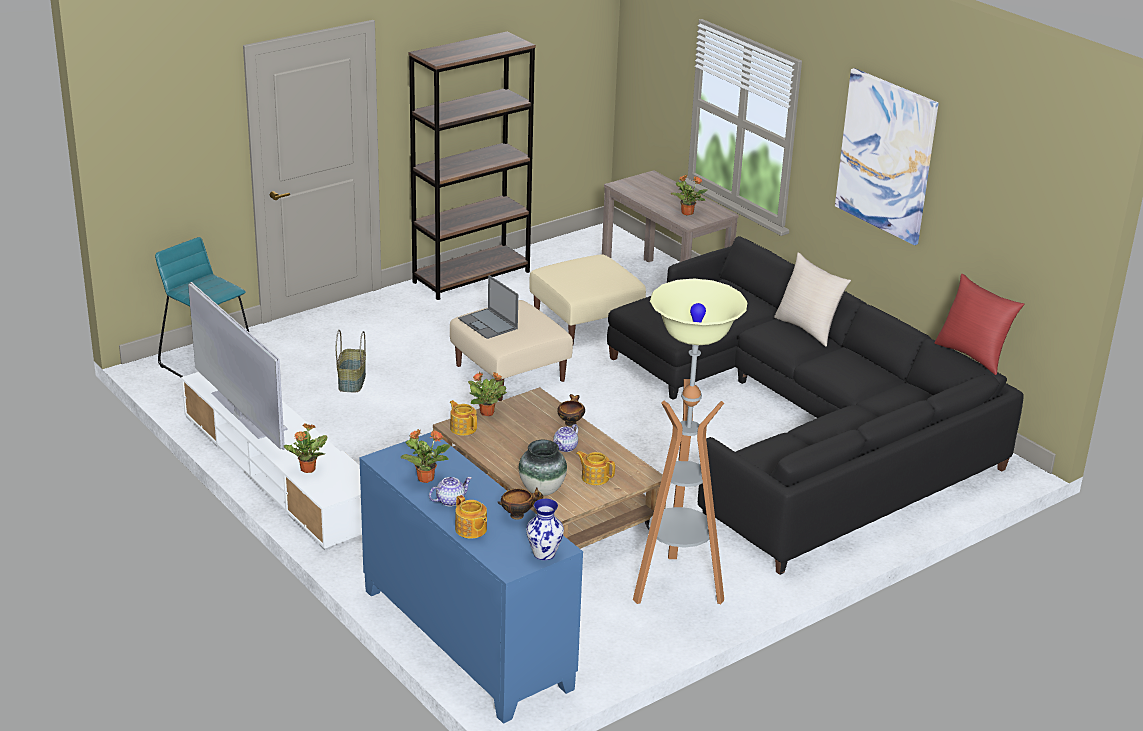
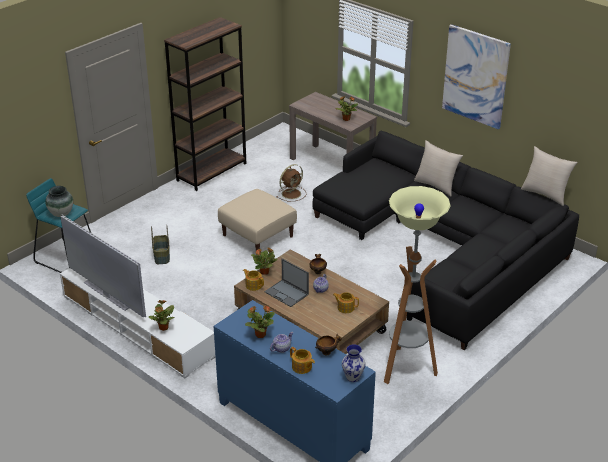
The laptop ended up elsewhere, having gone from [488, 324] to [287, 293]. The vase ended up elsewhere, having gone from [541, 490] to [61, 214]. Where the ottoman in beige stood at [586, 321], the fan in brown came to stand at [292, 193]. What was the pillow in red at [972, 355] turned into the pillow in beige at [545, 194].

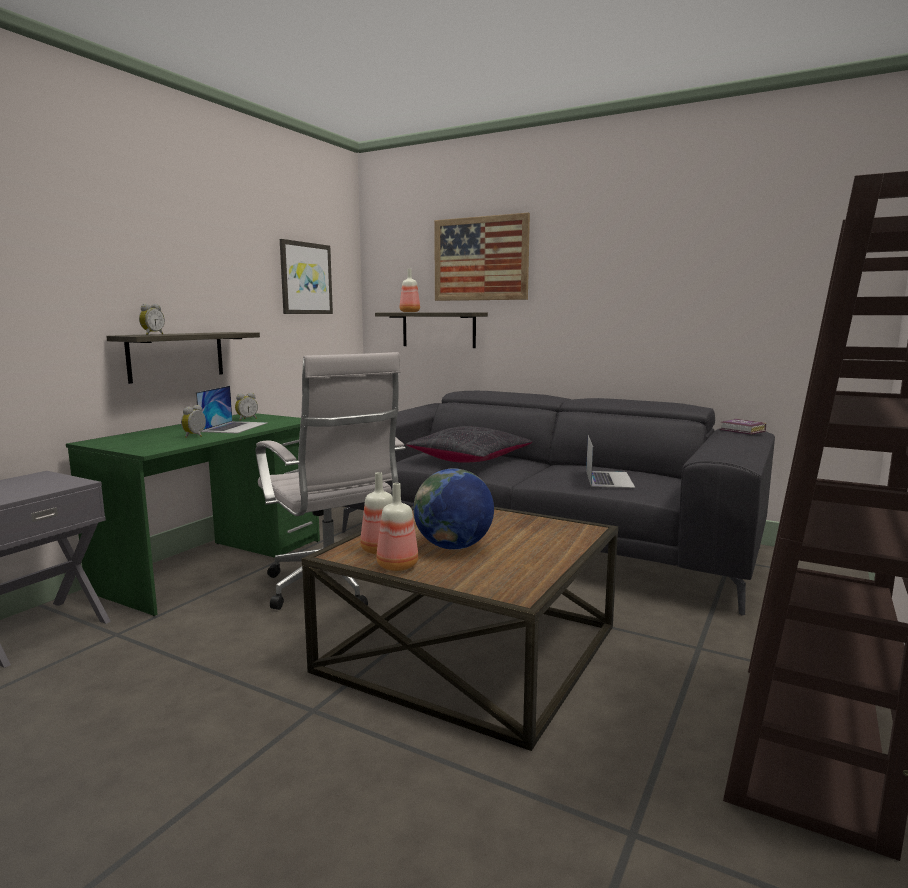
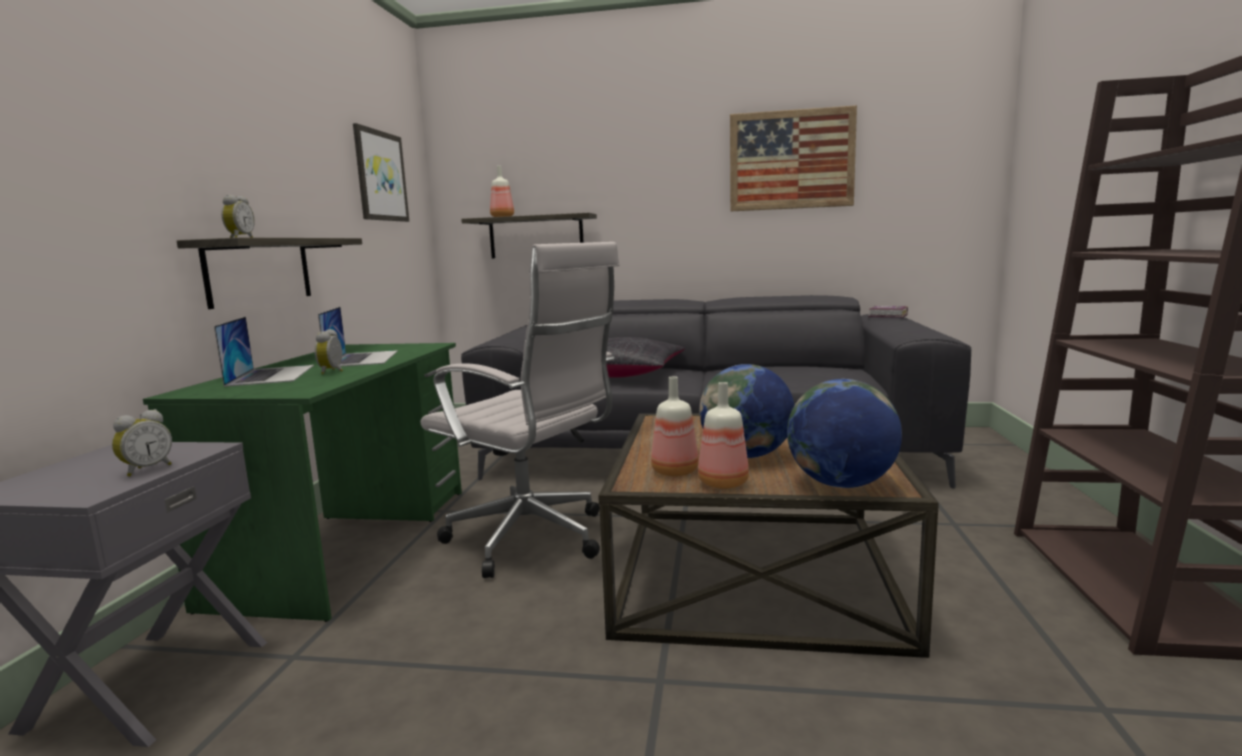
The alarm clock ended up elsewhere, having gone from [246, 419] to [146, 469]. The picture ended up elsewhere, having gone from [480, 259] to [791, 160]. The laptop ended up elsewhere, having gone from [609, 479] to [271, 375]. The second view gained the globe at [841, 484].

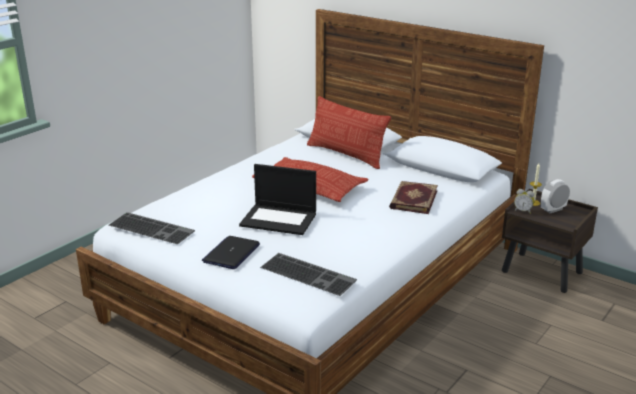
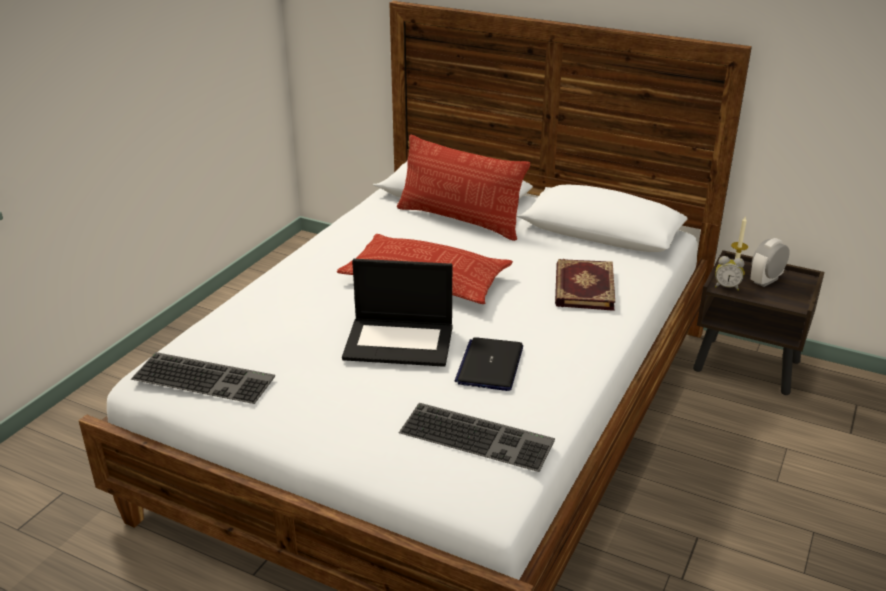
The laptop ended up elsewhere, having gone from [231, 253] to [490, 365].

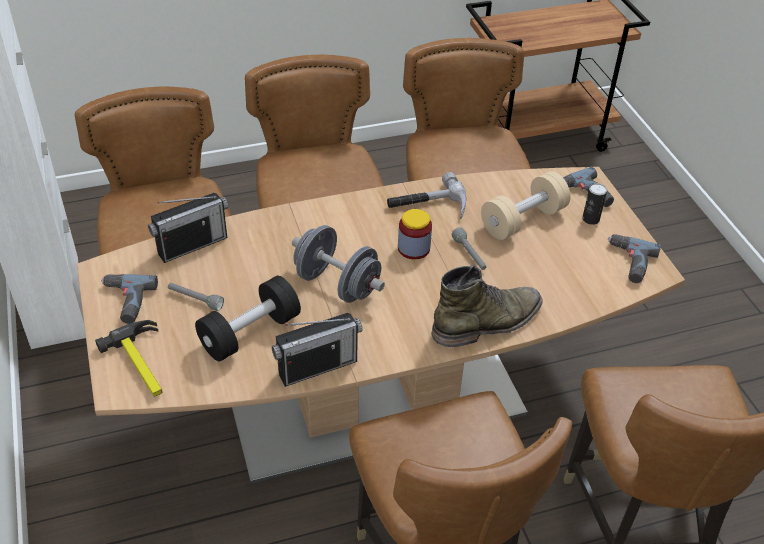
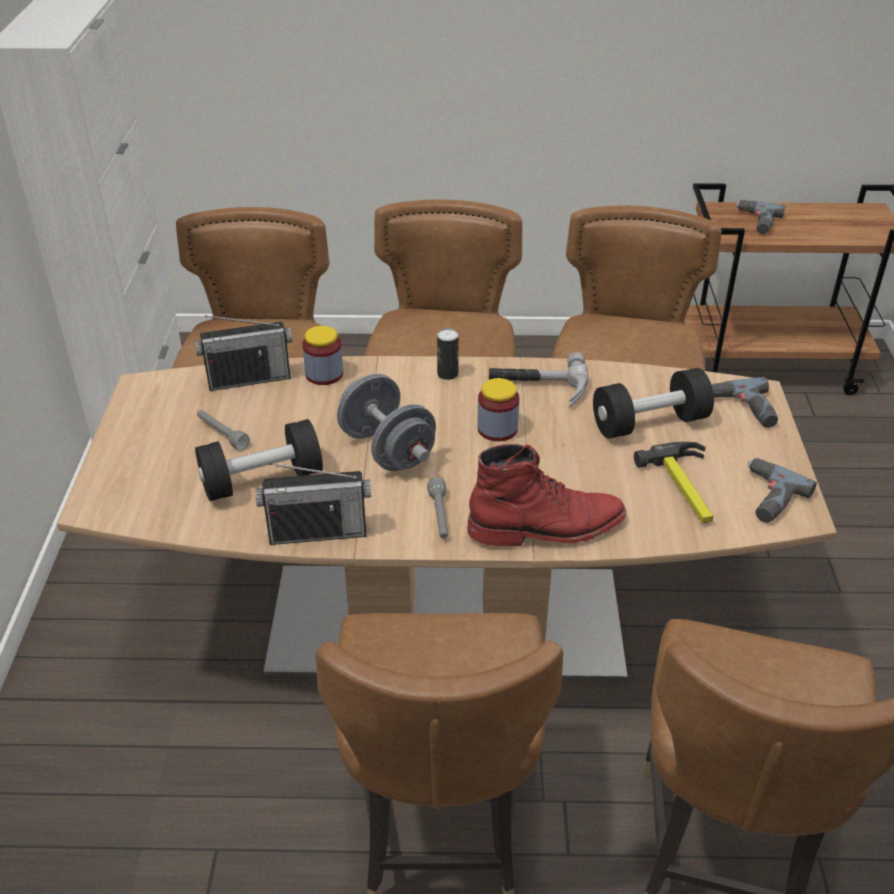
The hammer ended up elsewhere, having gone from [143, 364] to [687, 488]. The power drill ended up elsewhere, having gone from [125, 302] to [756, 222]. What was the boot in green at [487, 322] turned into the boot in red at [547, 527]. The flashlight in grey ended up elsewhere, having gone from [469, 255] to [440, 516]. What was the dumbbell in beige at [523, 220] turned into the dumbbell in black at [649, 423]. The can ended up elsewhere, having gone from [590, 219] to [447, 374]. The second view gained the jar at [324, 374].

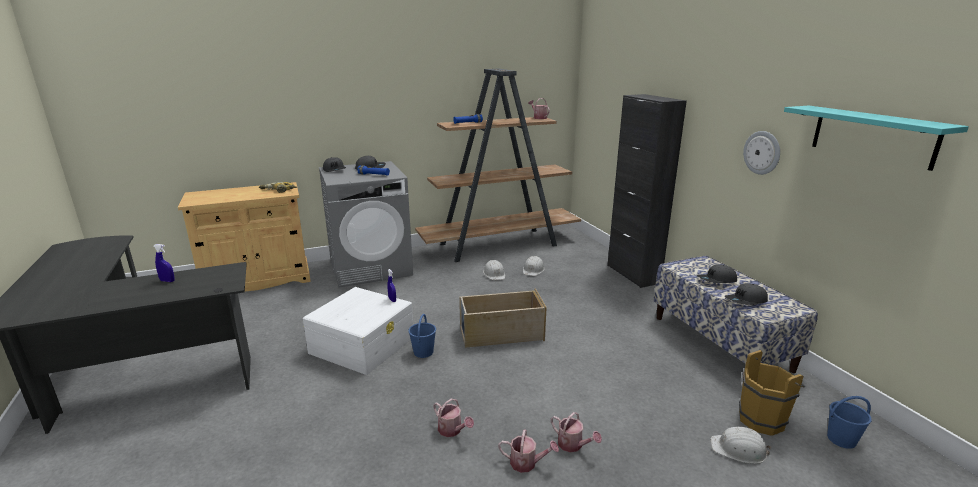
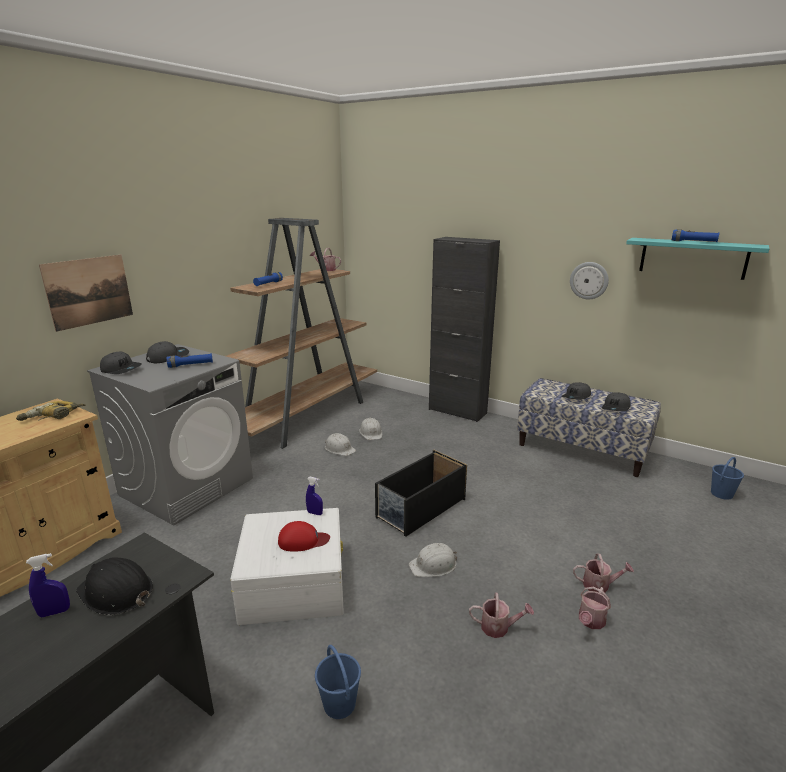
The bucket in blue ended up elsewhere, having gone from [423, 352] to [339, 704]. What was the storage box in beige at [500, 334] turned into the storage box in black at [420, 508]. The watering can at [527, 463] ended up facing another way, 150 degrees clockwise from before. The hard hat in white ended up elsewhere, having gone from [739, 449] to [434, 565]. The second view lost the bucket in brown at [764, 419]. The second view gained the picture at [89, 291]. The second view gained the hard hat in black at [116, 592]. The second view gained the cap in red at [303, 540]. The second view gained the flashlight in blue at [693, 242].

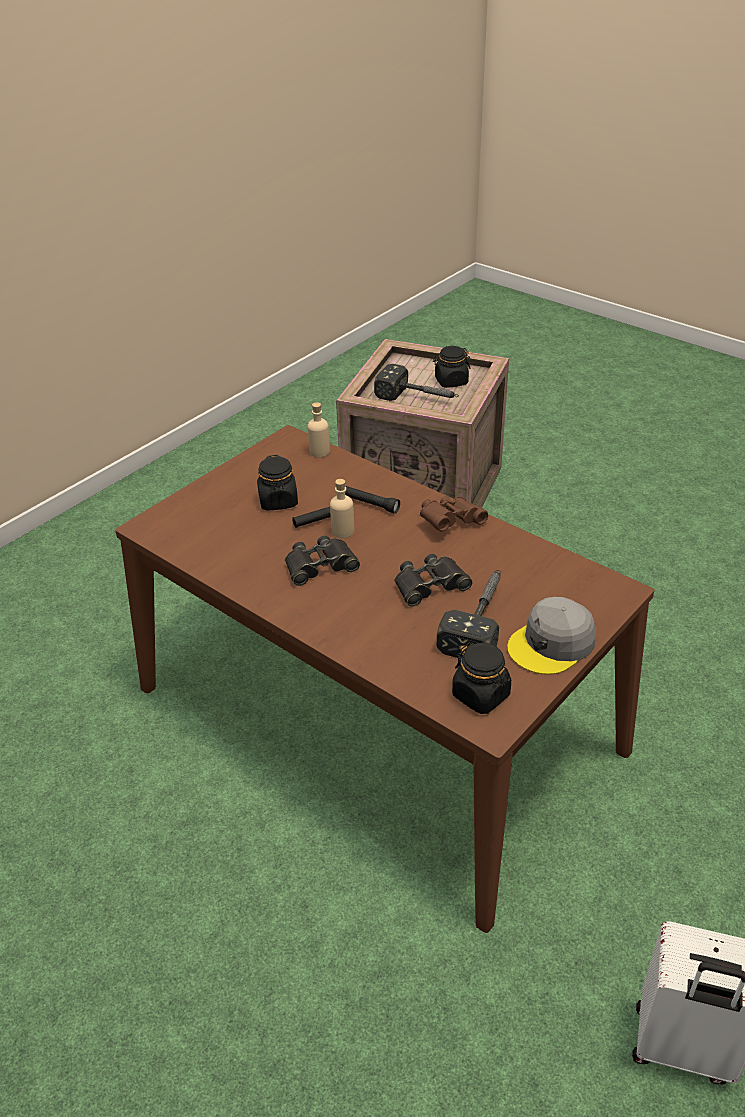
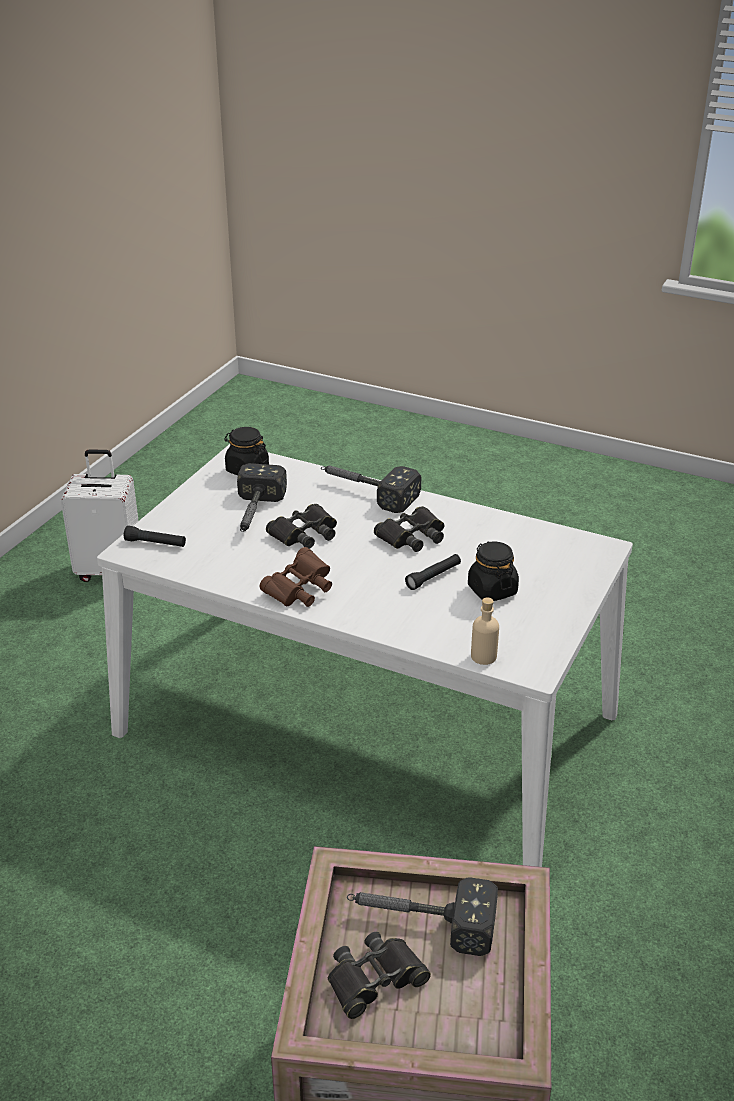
What was the dining table in brown at [376, 718] turned into the dining table in white at [366, 724]. The second view lost the bottle in beige at [343, 531]. The flashlight in black ended up elsewhere, having gone from [370, 504] to [155, 543]. Where the jar in black stood at [451, 381], the binoculars in black came to stand at [375, 979]. The second view lost the cap in grey at [552, 644]. The second view gained the hammer at [365, 491].

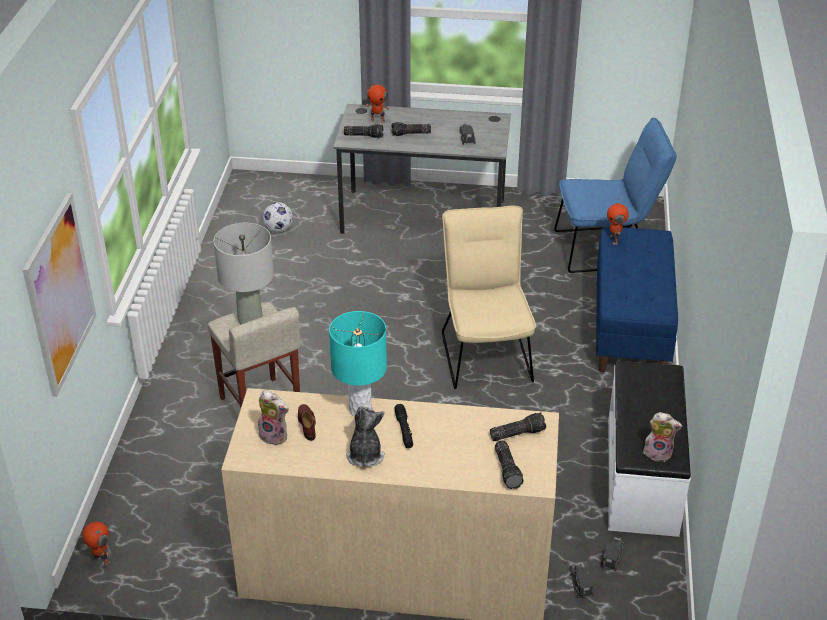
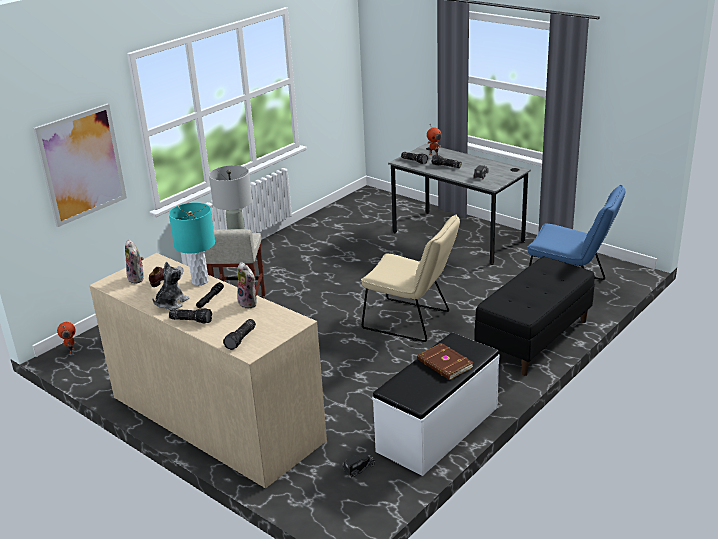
The second view lost the football at [278, 229]. The chair in beige at [485, 352] ended up facing another way, 90 degrees clockwise from before. The flashlight ended up elsewhere, having gone from [517, 433] to [191, 320]. The second view lost the toy truck at [580, 585]. What was the bench in blue at [631, 328] turned into the bench in black at [534, 339]. The second view lost the toy robot at [614, 240]. The plush toy ended up elsewhere, having gone from [658, 452] to [249, 303]. The second view gained the book in brown at [444, 364].

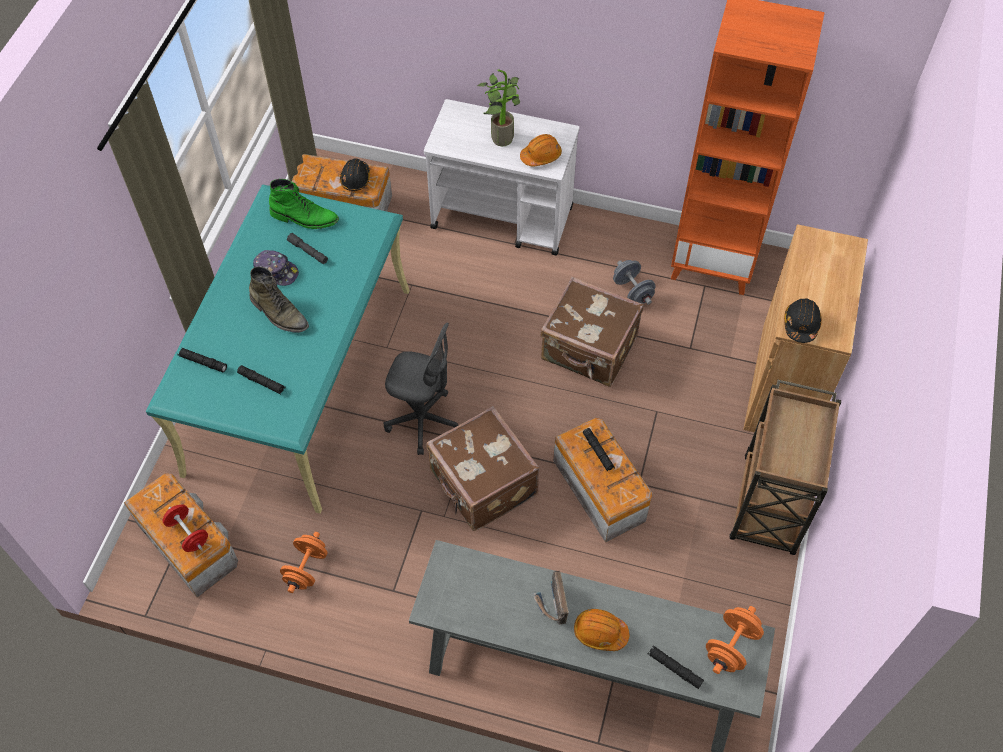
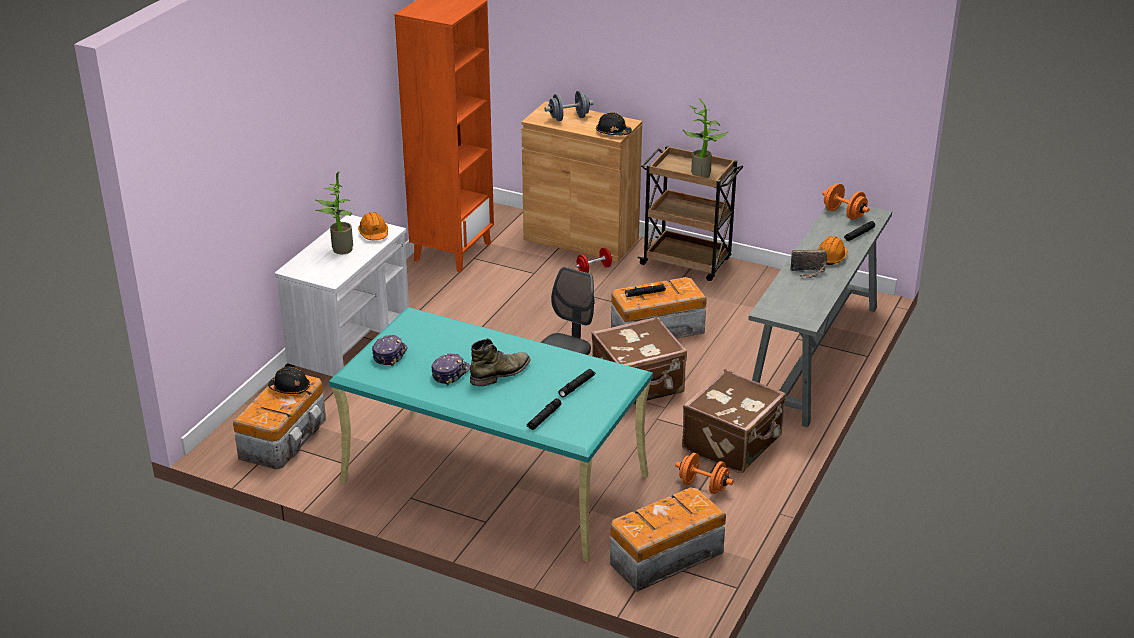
The dumbbell in red ended up elsewhere, having gone from [188, 533] to [594, 269]. Where the boot in green stood at [304, 218], the cap came to stand at [389, 354]. The second view lost the flashlight in grey at [308, 251]. The suitcase in brown ended up elsewhere, having gone from [589, 350] to [733, 444]. The dumbbell in grey ended up elsewhere, having gone from [632, 291] to [569, 118]. The second view gained the potted plant at [703, 174].

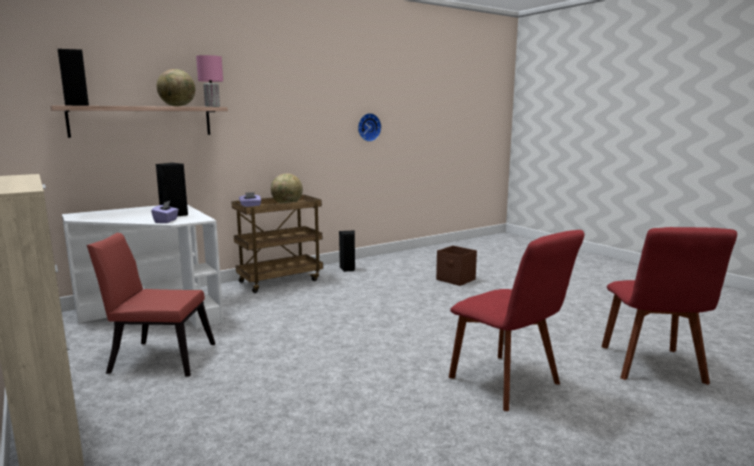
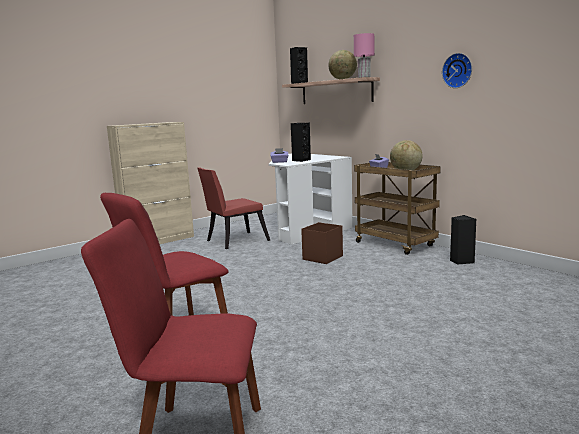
The chair in red at [158, 357] ended up facing another way, 120 degrees counterclockwise from before. The wall clock ended up elsewhere, having gone from [368, 127] to [458, 70]. The storage box in brown ended up elsewhere, having gone from [456, 280] to [322, 258].

